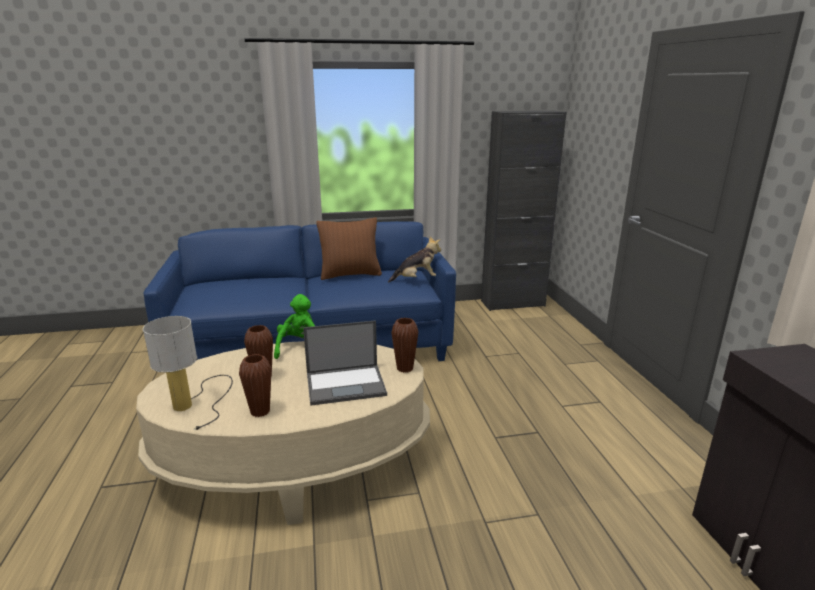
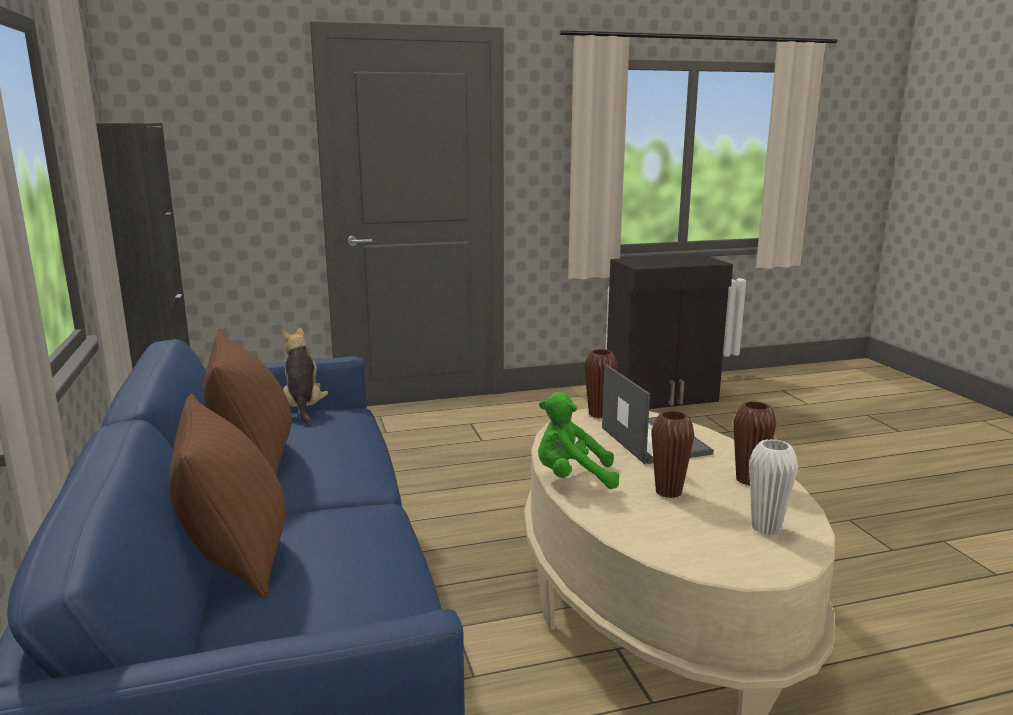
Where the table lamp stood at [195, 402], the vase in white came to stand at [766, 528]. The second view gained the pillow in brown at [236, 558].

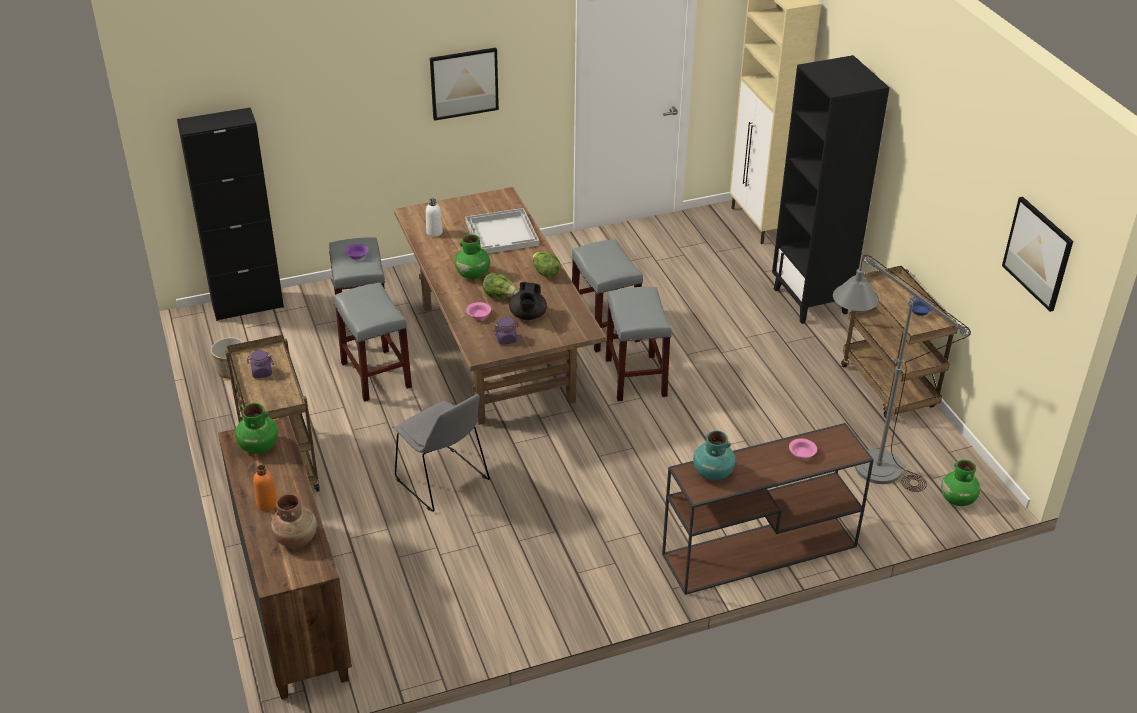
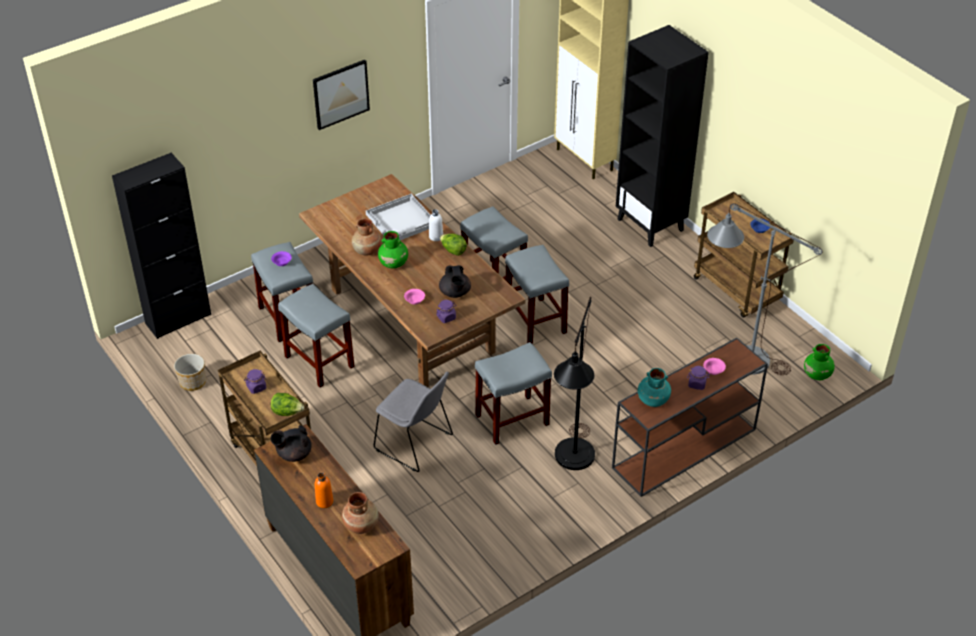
Where the vase in green stood at [258, 446], the teapot in black came to stand at [293, 454]. The bottle in white ended up elsewhere, having gone from [434, 232] to [436, 236]. The lettuce ended up elsewhere, having gone from [499, 296] to [287, 412]. The second view lost the picture at [1038, 253]. The second view gained the vase in brown at [367, 250]. The second view gained the stool in grey at [511, 420]. The second view gained the floor lamp in black at [572, 463]. The second view gained the jar in purple at [697, 384].

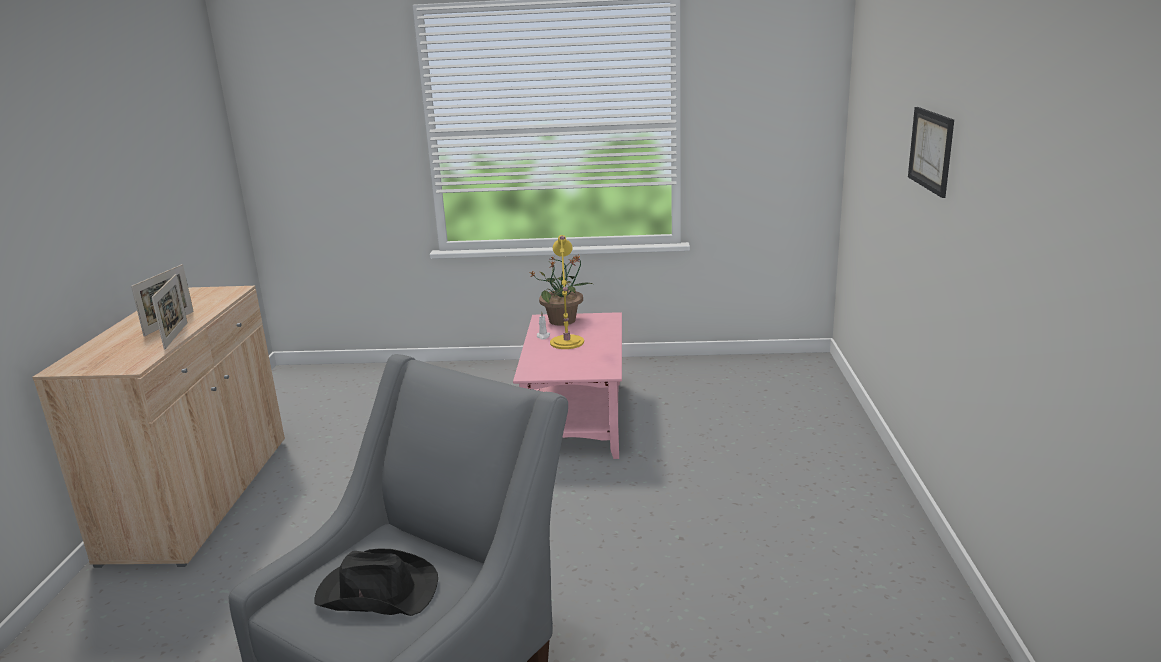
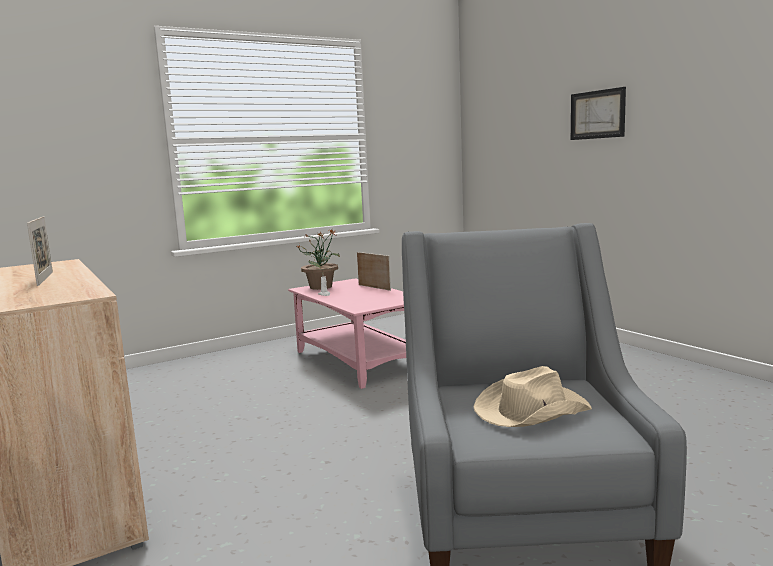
The picture frame ended up elsewhere, having gone from [176, 335] to [374, 287]. What was the hat in black at [376, 591] turned into the hat in beige at [530, 410]. The second view lost the table lamp in yellow at [567, 343].

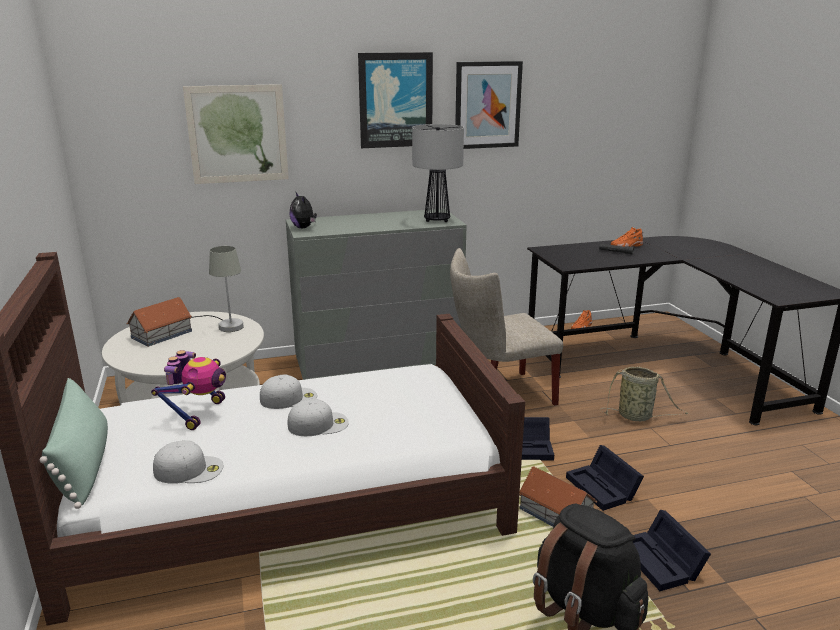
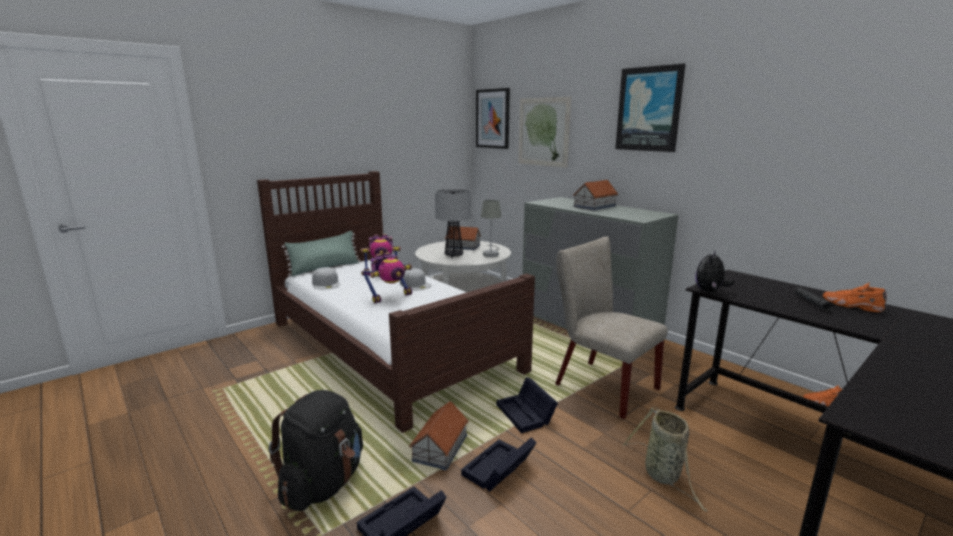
Where the cap in white stood at [318, 424], the toy robot came to stand at [390, 297]. The plush toy ended up elsewhere, having gone from [304, 227] to [710, 291]. The table lamp ended up elsewhere, having gone from [437, 220] to [454, 255]. The picture ended up elsewhere, having gone from [487, 105] to [493, 118]. The second view gained the toy house at [594, 206].

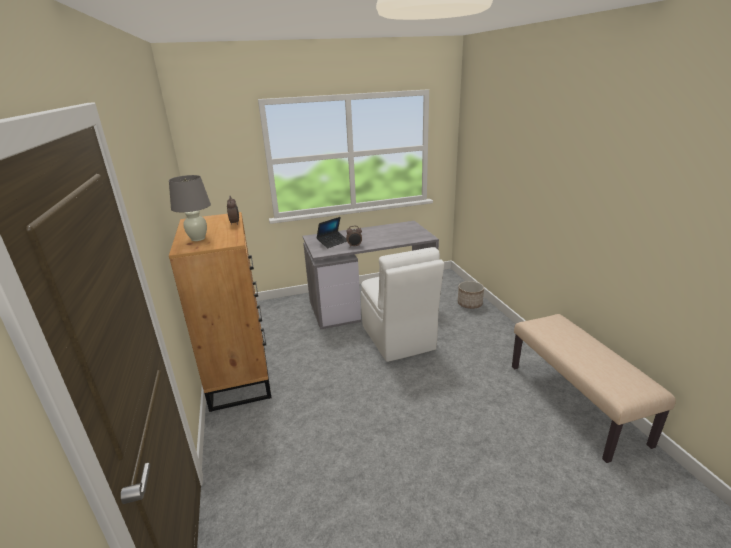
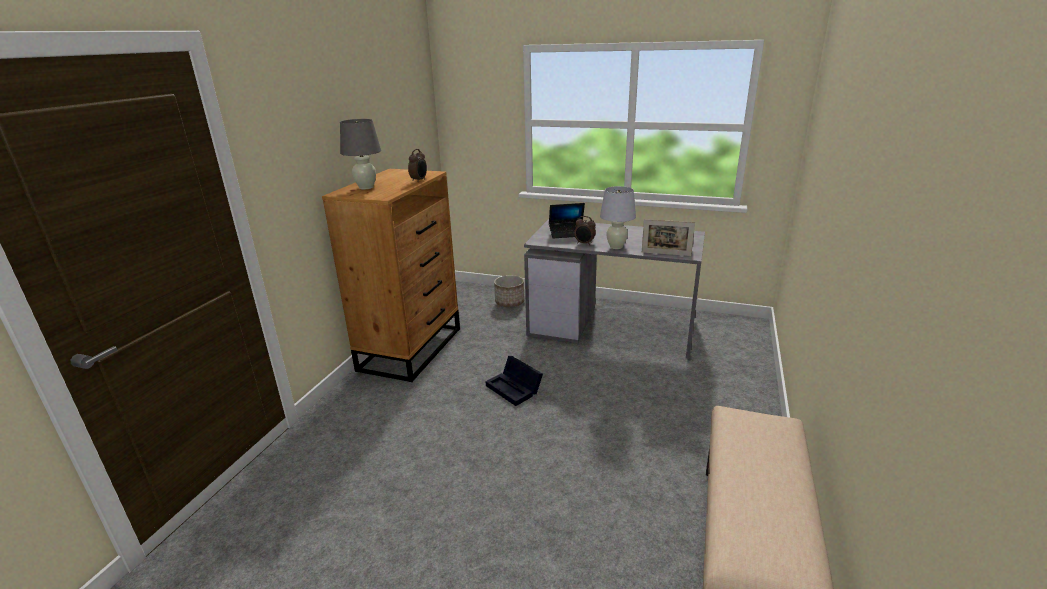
The second view lost the chair in white at [398, 339]. The planter ended up elsewhere, having gone from [469, 304] to [510, 302]. The second view gained the storage box in black at [515, 388]. The second view gained the table lamp in white at [616, 247]. The second view gained the picture frame at [666, 254].

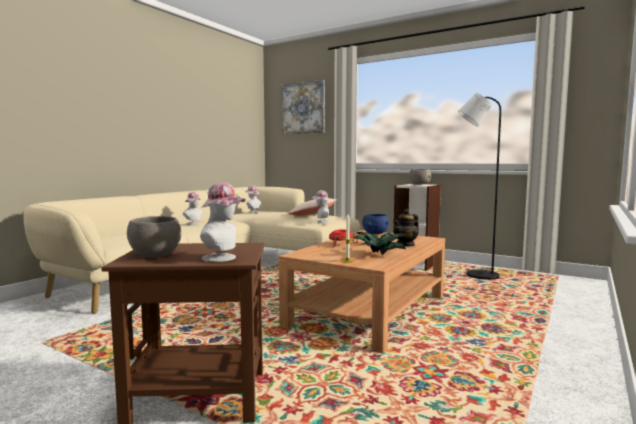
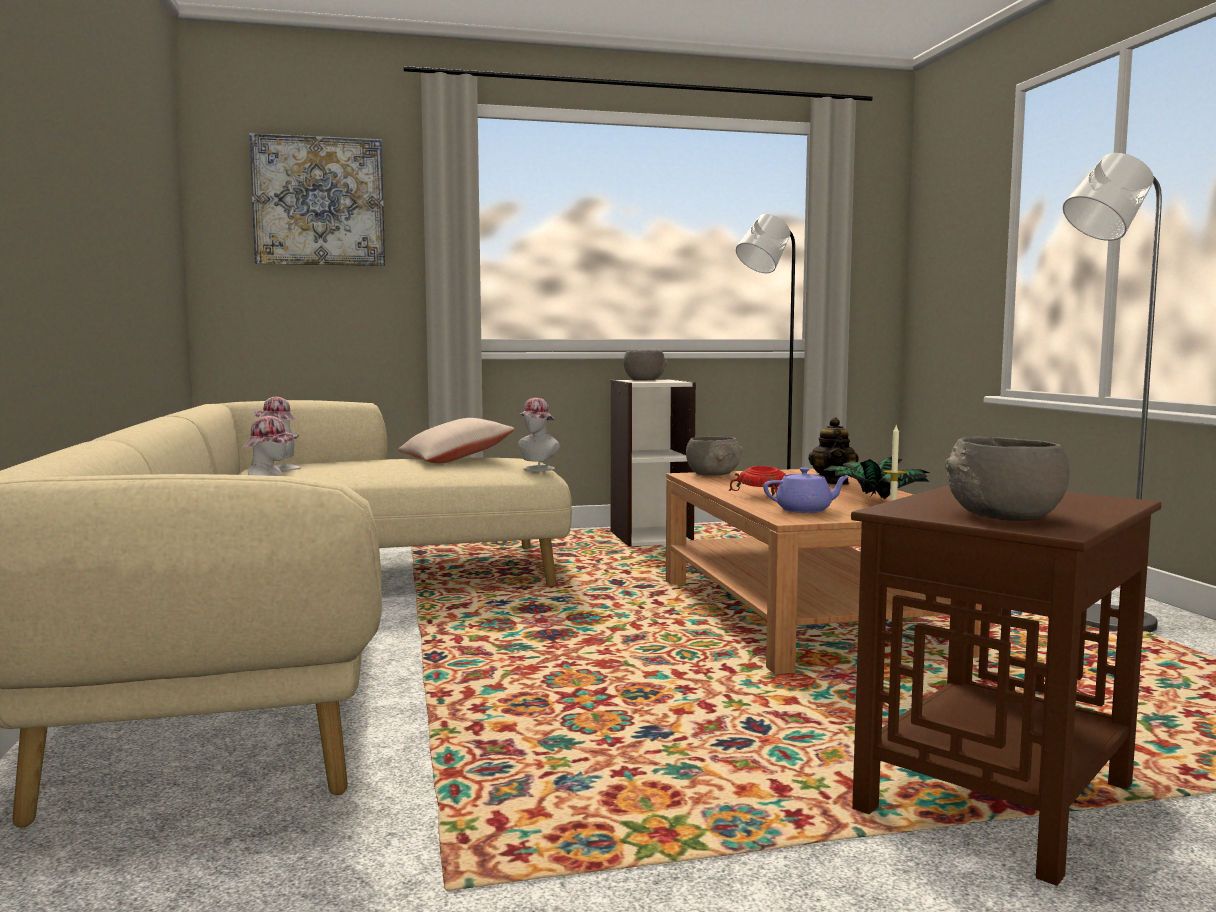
The second view lost the hat at [223, 258]. What was the bowl in blue at [375, 233] turned into the bowl in grey at [713, 474]. The second view gained the teapot in purple at [805, 510]. The second view gained the floor lamp in grey at [1098, 623].

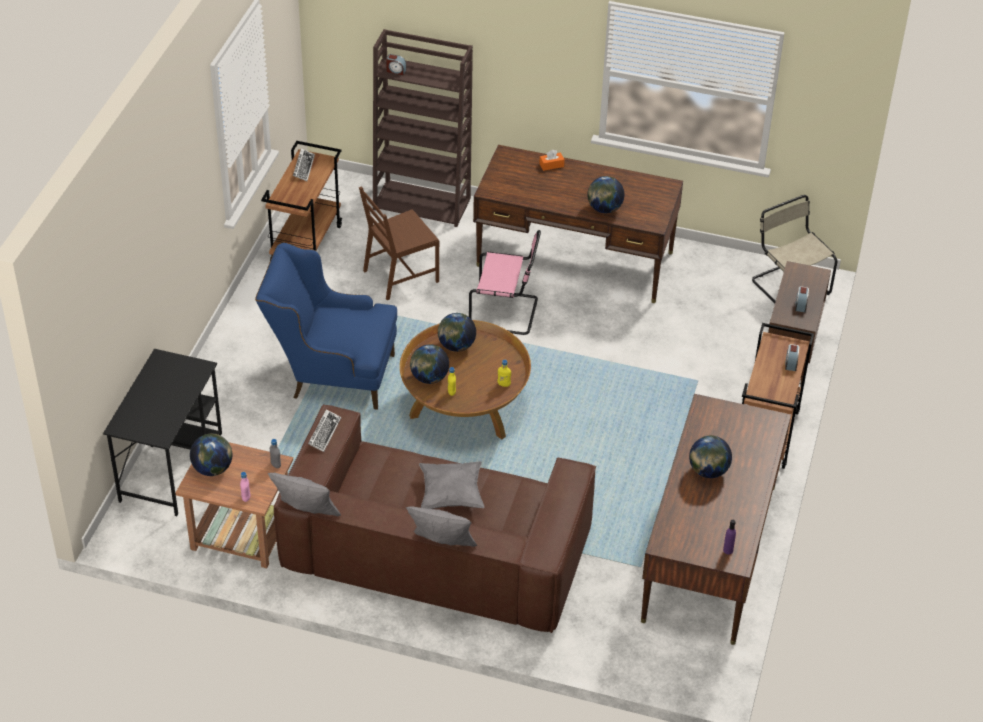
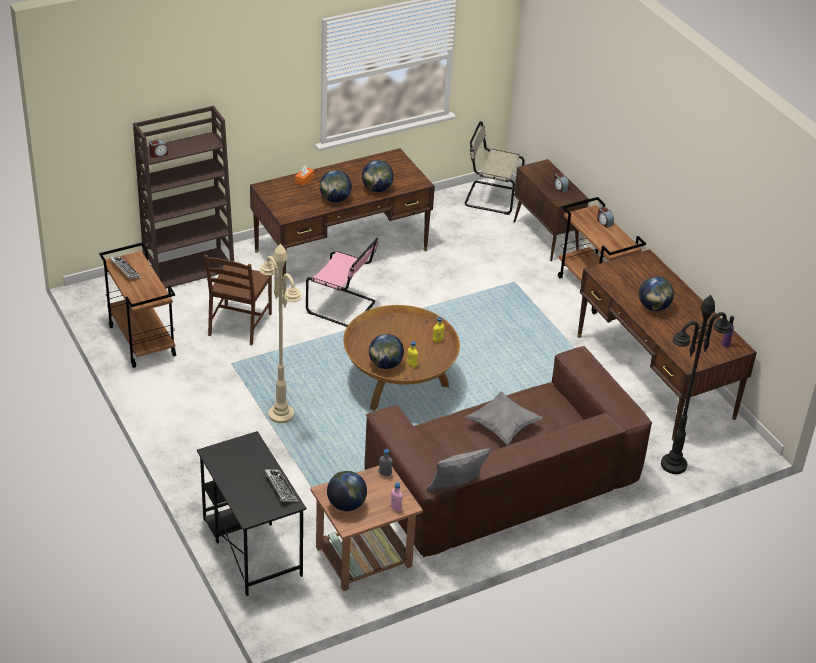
Where the armchair in blue stood at [332, 374], the floor lamp in beige came to stand at [280, 415]. The keyboard ended up elsewhere, having gone from [324, 433] to [280, 488]. The second view lost the pillow in grey at [442, 547]. The globe ended up elsewhere, having gone from [456, 346] to [335, 199]. The chair in pink at [506, 313] ended up facing another way, 60 degrees clockwise from before. The second view gained the floor lamp in black at [673, 465].

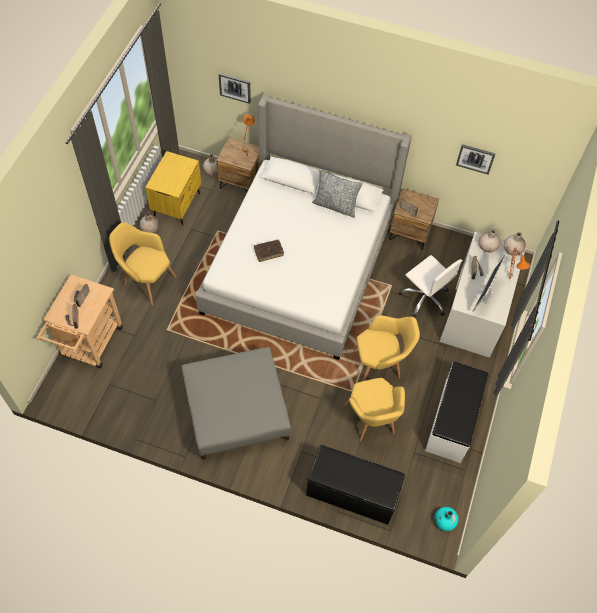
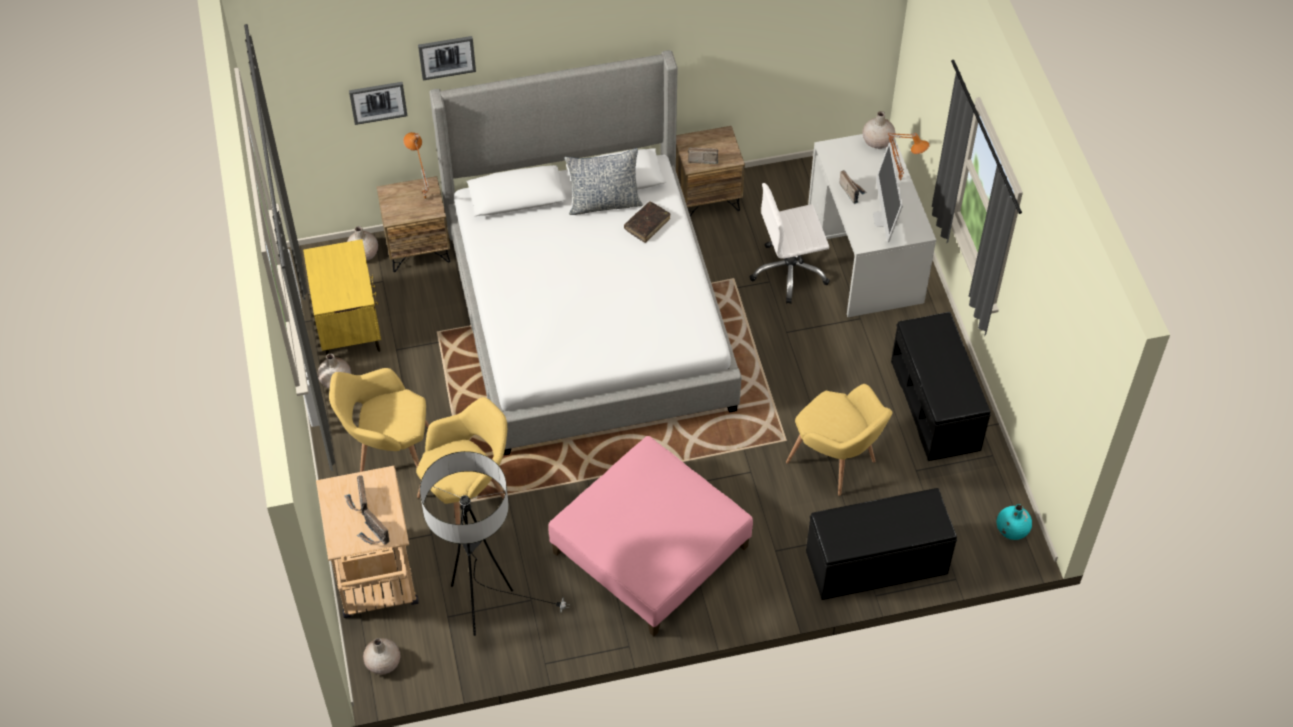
What was the ottoman in grey at [236, 410] turned into the ottoman in pink at [651, 549]. The book in brown ended up elsewhere, having gone from [268, 252] to [647, 224]. The armchair in yellow ended up elsewhere, having gone from [380, 365] to [469, 497]. The office chair in white at [425, 298] ended up facing another way, 150 degrees clockwise from before. What was the bench in white at [453, 421] turned into the bench in black at [936, 405]. The picture ended up elsewhere, having gone from [475, 158] to [447, 57]. The vase in beige ended up elsewhere, having gone from [487, 246] to [383, 663]. The second view gained the floor lamp at [484, 606].

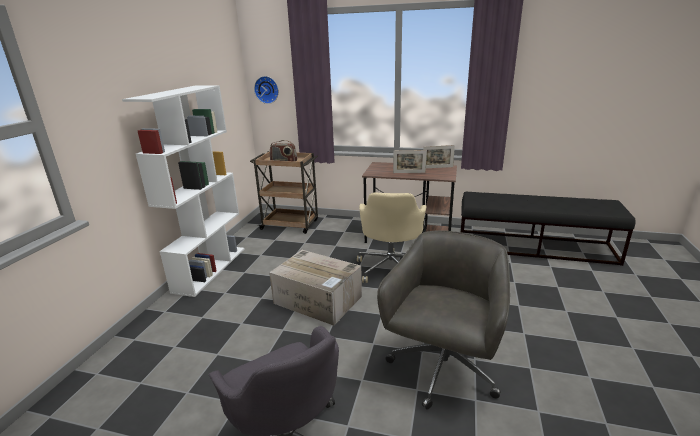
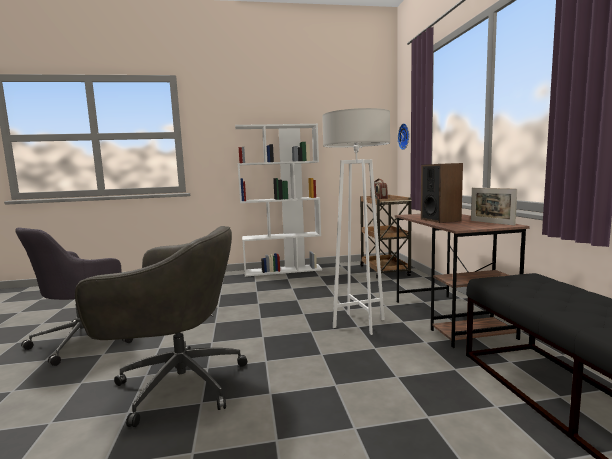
The second view lost the cardboard box at [319, 300]. Where the office chair in beige stood at [391, 267], the floor lamp in white came to stand at [359, 323]. Where the picture frame stood at [409, 172], the speaker came to stand at [440, 220].

